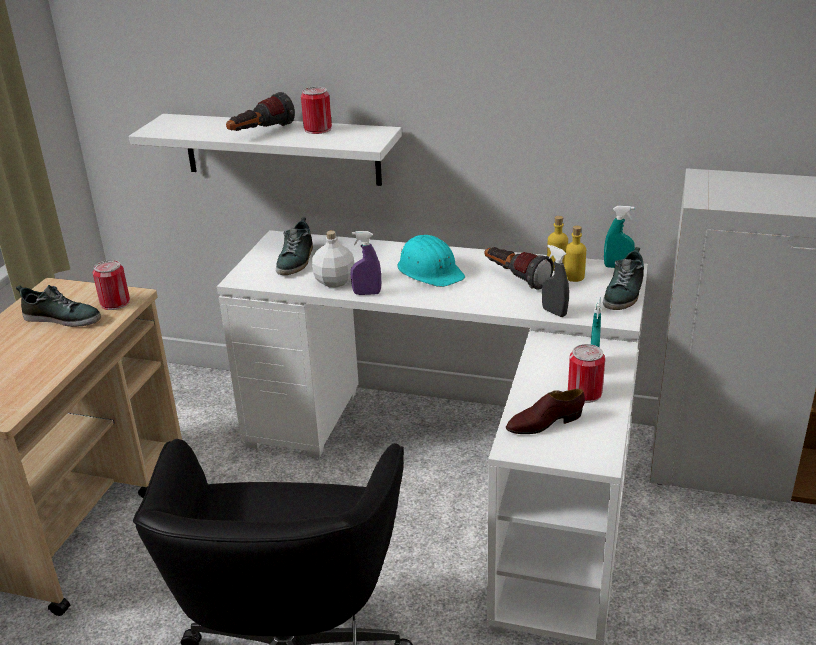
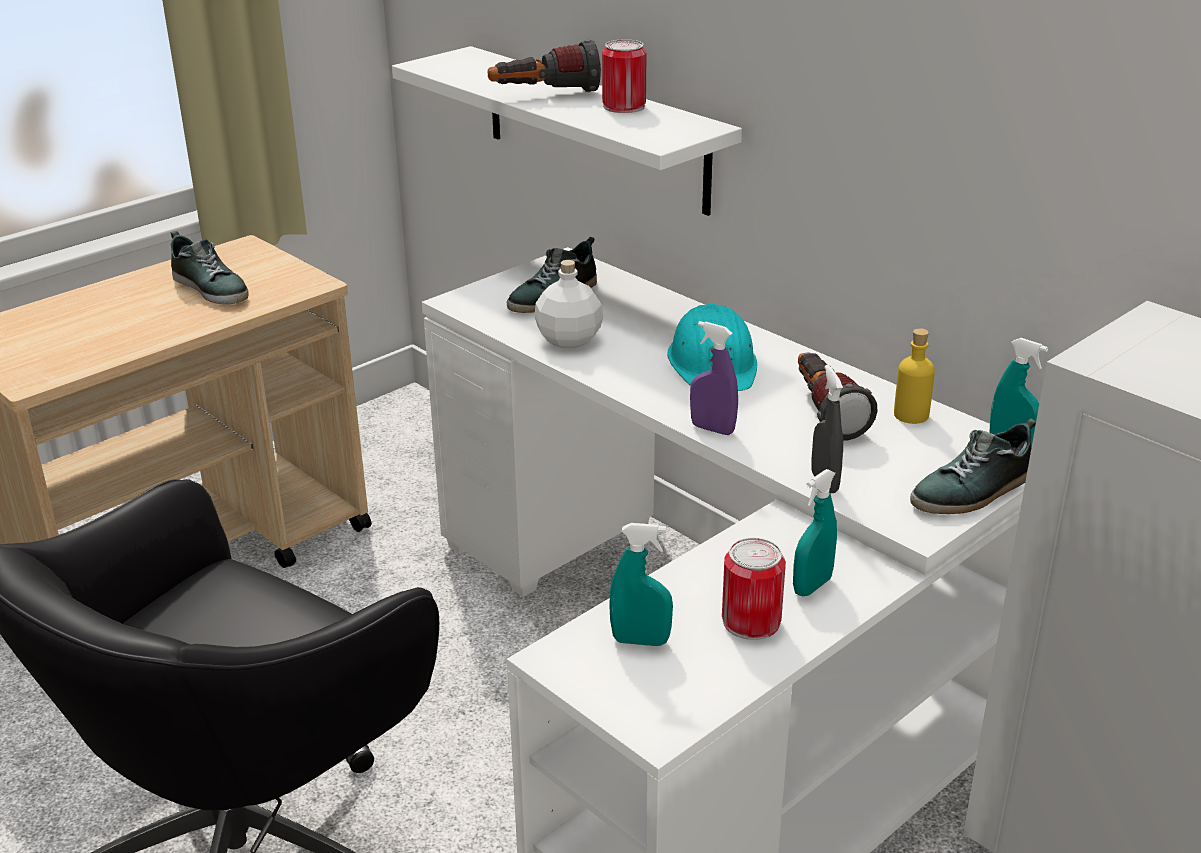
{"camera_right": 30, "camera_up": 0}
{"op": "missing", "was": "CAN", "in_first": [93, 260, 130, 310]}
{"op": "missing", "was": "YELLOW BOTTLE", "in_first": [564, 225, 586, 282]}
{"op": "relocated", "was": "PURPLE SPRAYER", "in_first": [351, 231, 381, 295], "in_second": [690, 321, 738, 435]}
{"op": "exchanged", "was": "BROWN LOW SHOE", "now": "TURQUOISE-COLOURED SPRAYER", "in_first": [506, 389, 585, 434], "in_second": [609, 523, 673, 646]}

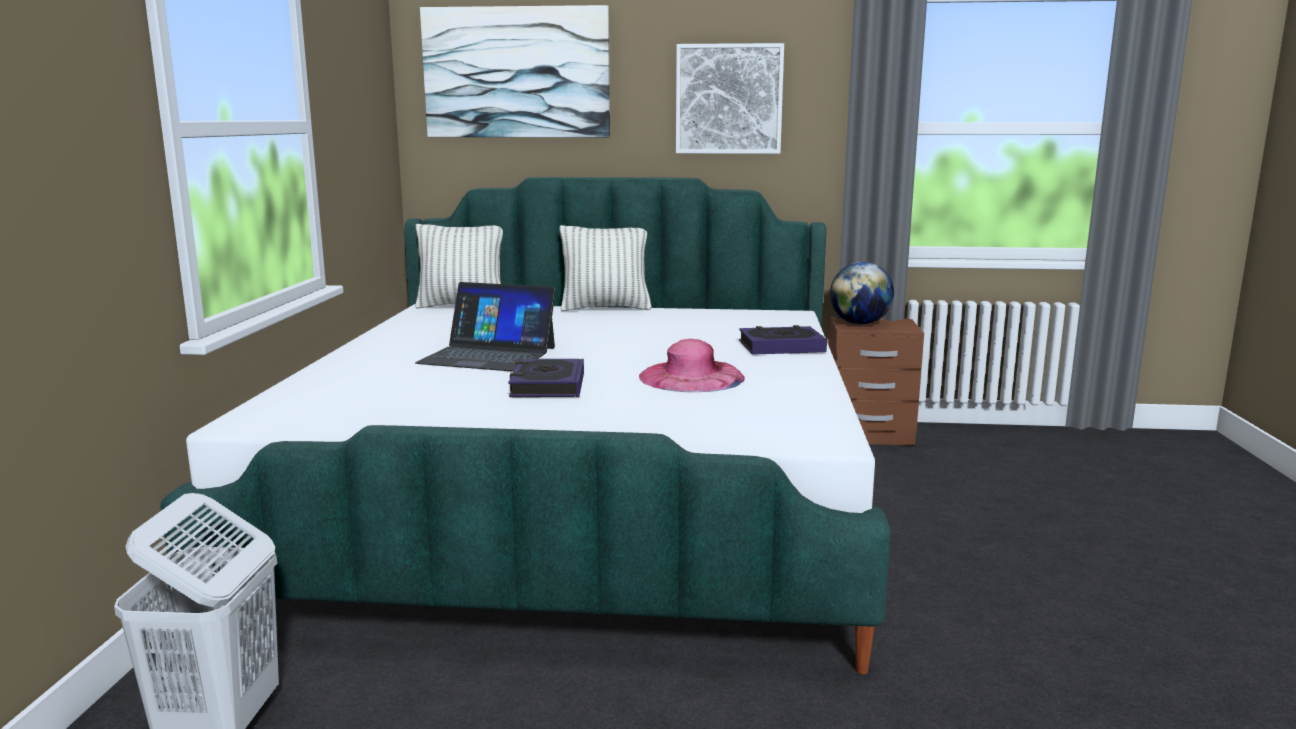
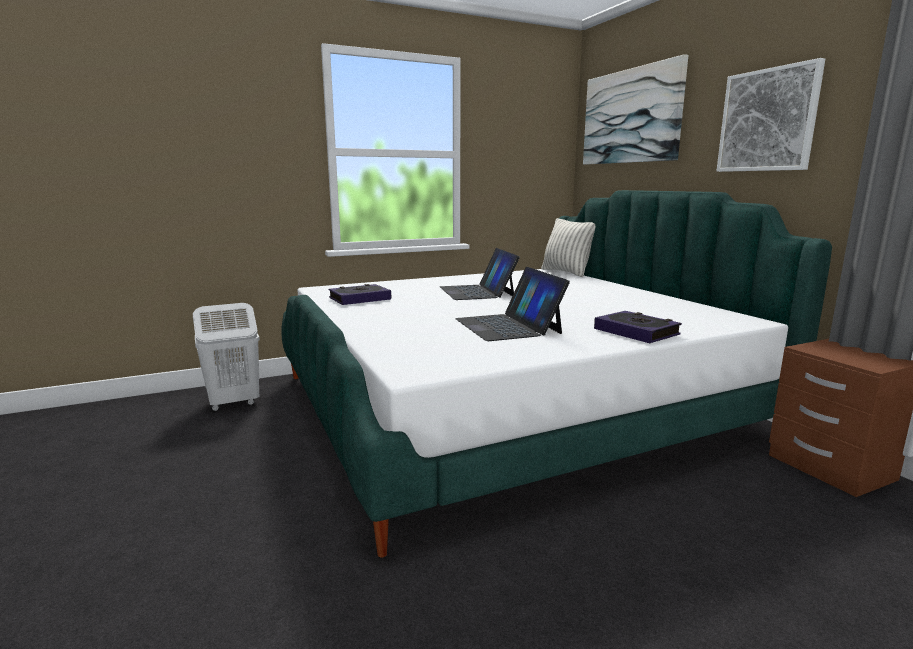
{"camera_right": 60, "camera_up": 0}
{"op": "missing", "was": "PILLOW", "in_first": [559, 225, 652, 311]}
{"op": "missing", "was": "DESK GLOBE", "in_first": [830, 262, 894, 325]}
{"op": "relocated", "was": "VOLUME", "in_first": [508, 359, 584, 397], "in_second": [329, 284, 391, 305]}
{"op": "exchanged", "was": "PINK CLOTHING HAT", "now": "LAPTOP", "in_first": [639, 339, 745, 392], "in_second": [455, 267, 570, 341]}

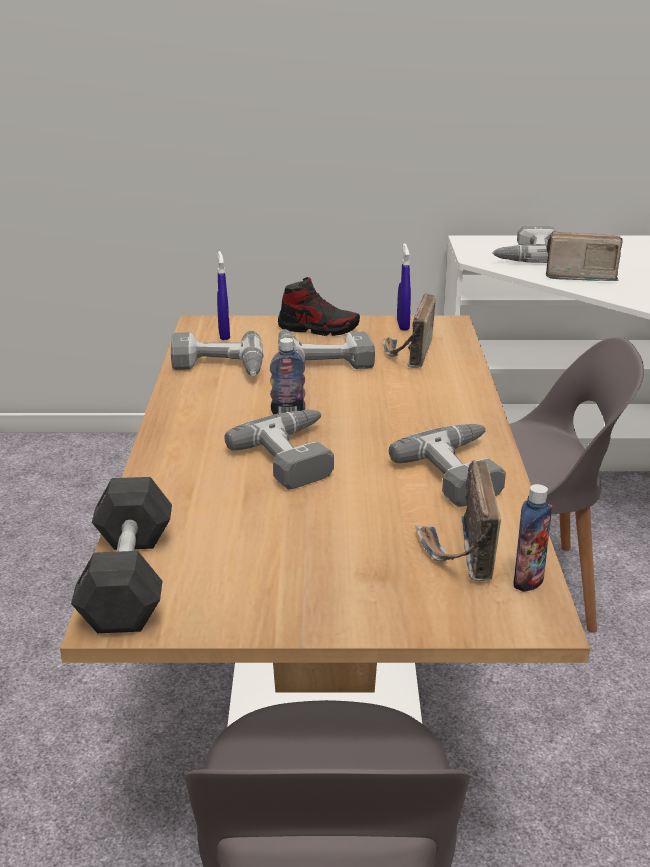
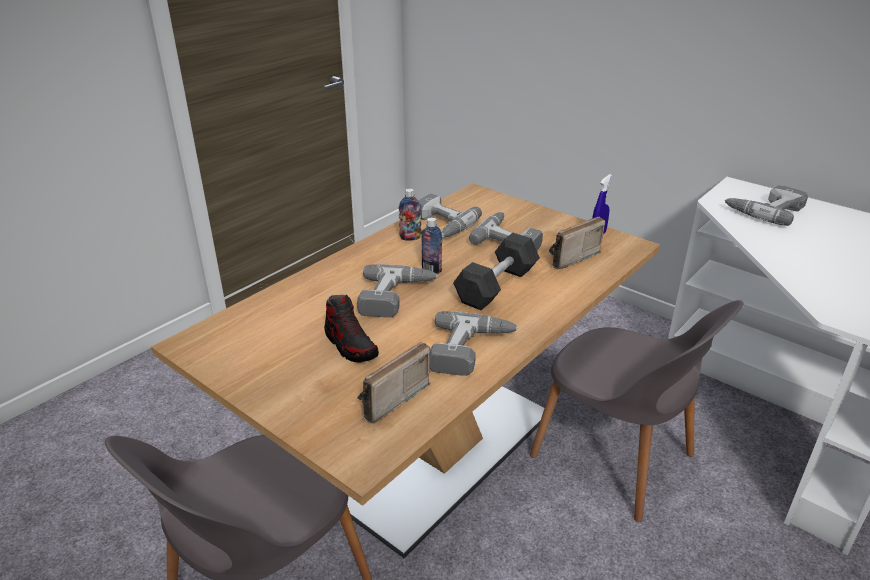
{"camera_right": 40, "camera_up": 5}
{"op": "missing", "was": "BLUE SPRAYER", "in_first": [217, 251, 230, 340]}
{"op": "missing", "was": "RADIO SET", "in_first": [546, 232, 623, 281]}
{"op": "relocated", "was": "GREY HAND WEIGHT", "in_first": [71, 477, 172, 633], "in_second": [453, 233, 540, 310]}
{"op": "relocated", "was": "LOW SHOE", "in_first": [278, 277, 360, 336], "in_second": [324, 295, 379, 363]}
{"op": "relocated", "was": "BOTTLE", "in_first": [513, 484, 553, 592], "in_second": [399, 188, 422, 241]}

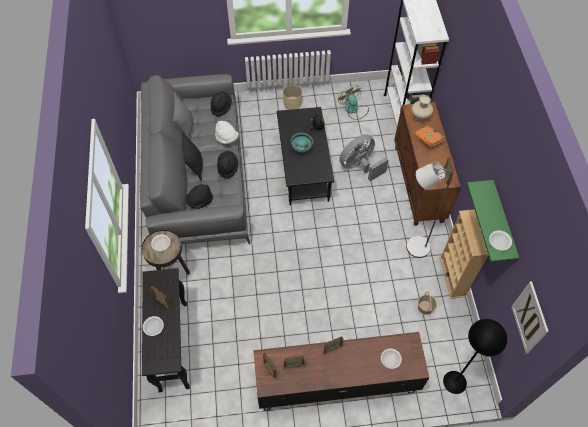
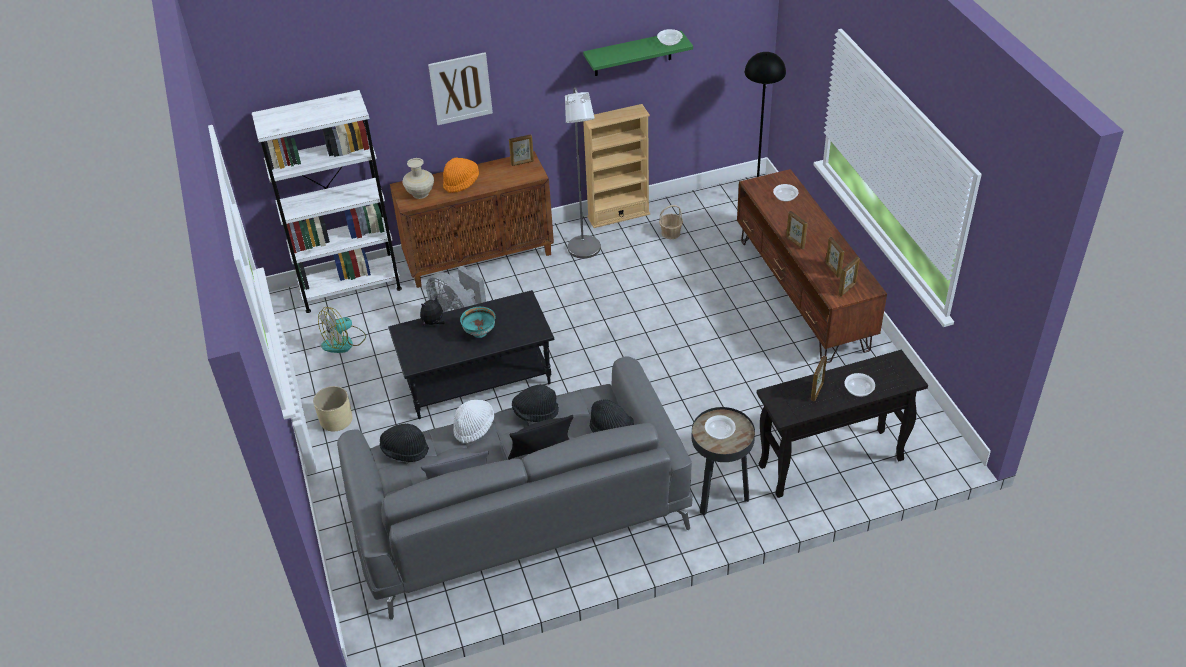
{"camera_right": -100, "camera_up": -15}
{"op": "relocated", "was": "PICTURE", "in_first": [511, 281, 549, 354], "in_second": [428, 52, 493, 125]}
{"op": "exchanged", "was": "ORANGEY VOLUME", "now": "ORANGEY CLOTHING HAT", "in_first": [413, 125, 445, 147], "in_second": [443, 158, 479, 193]}

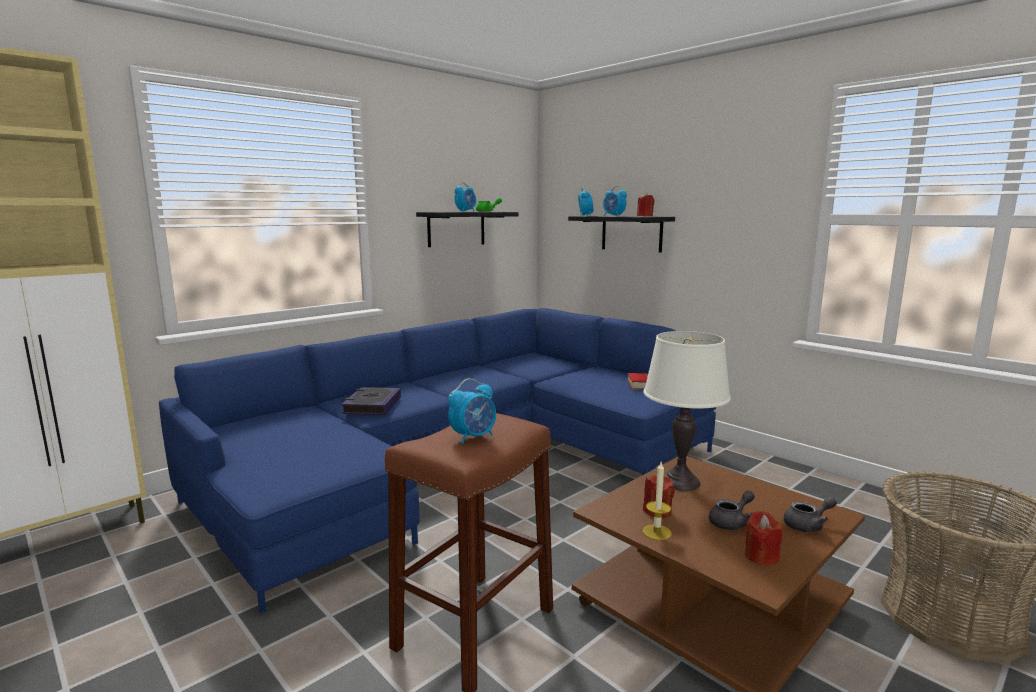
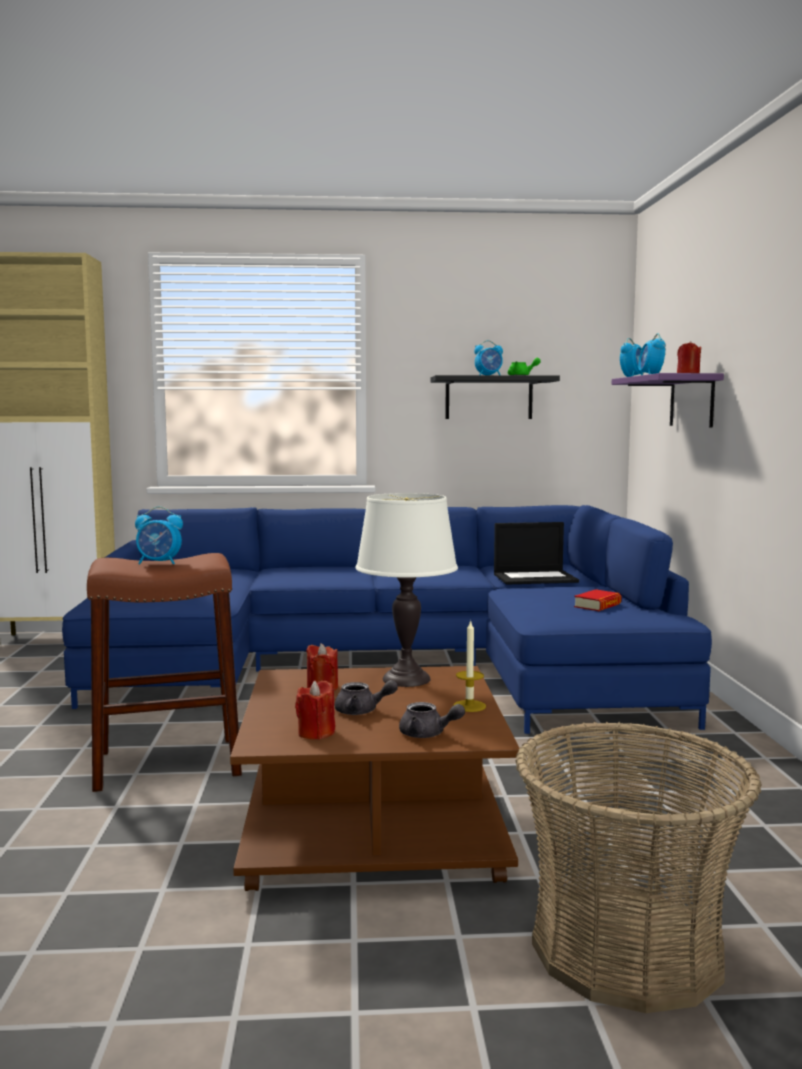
{"camera_right": 40, "camera_up": -5}
{"op": "missing", "was": "VOLUME", "in_first": [341, 387, 401, 415]}
{"op": "appeared", "now": "LAPTOP", "in_second": [494, 522, 579, 585]}
{"op": "relocated", "was": "CANDLE", "in_first": [643, 462, 672, 540], "in_second": [453, 619, 486, 712]}
{"op": "colour", "was": "BLACK SHELF", "now": "PURPLE SHELF", "in_first": [568, 216, 675, 253], "in_second": [612, 373, 724, 428]}

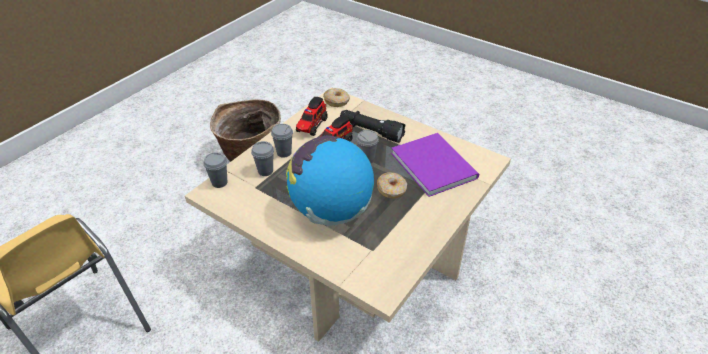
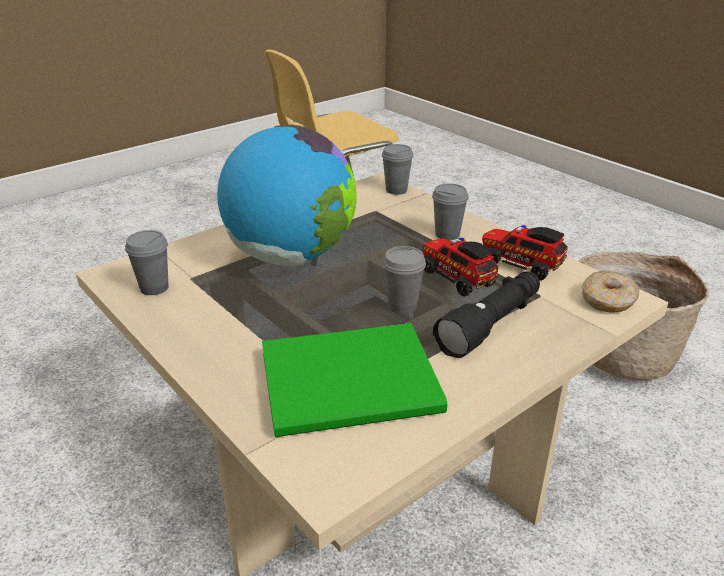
{"camera_right": 105, "camera_up": -10}
{"op": "missing", "was": "DONUT", "in_first": [377, 172, 407, 198]}
{"op": "relocated", "was": "GREY CUP", "in_first": [251, 141, 274, 176], "in_second": [125, 230, 169, 295]}
{"op": "colour", "was": "PURPLE VOLUME", "now": "GREEN-COLOURED VOLUME", "in_first": [391, 133, 479, 197], "in_second": [262, 323, 447, 437]}

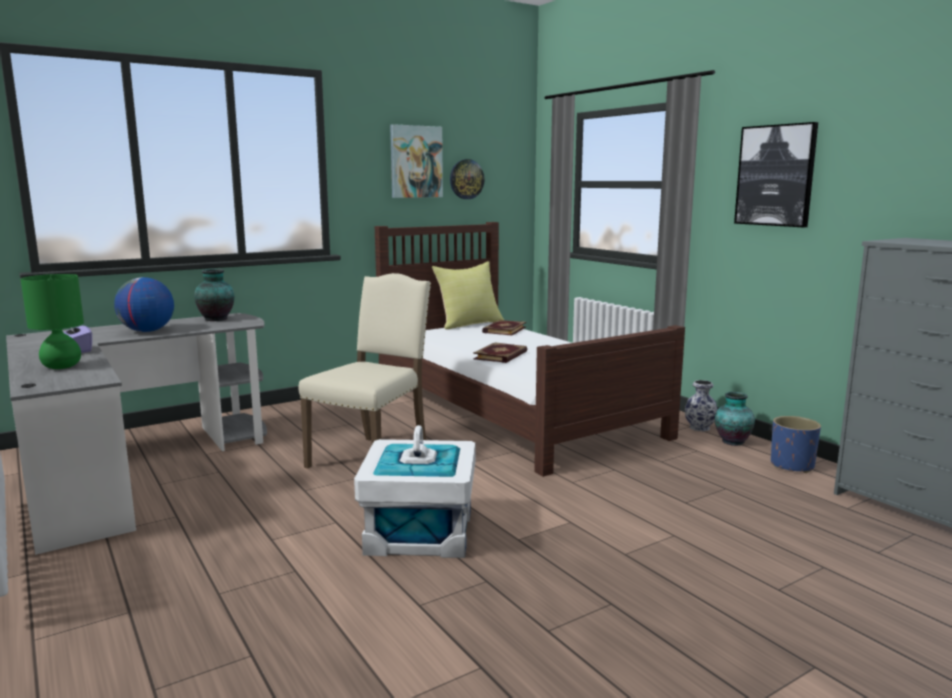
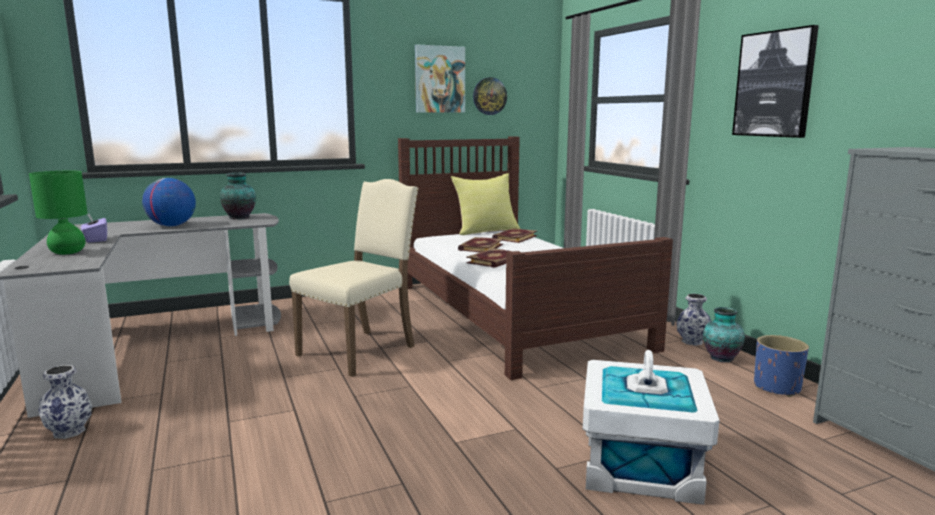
{"camera_right": 10, "camera_up": 0}
{"op": "appeared", "now": "FLOWER VASE", "in_second": [38, 365, 92, 439]}
{"op": "appeared", "now": "VOLUME", "in_second": [458, 237, 503, 252]}
{"op": "relocated", "was": "WHITE-COLOURED STORAGE BIN", "in_first": [354, 425, 475, 558], "in_second": [583, 350, 720, 505]}

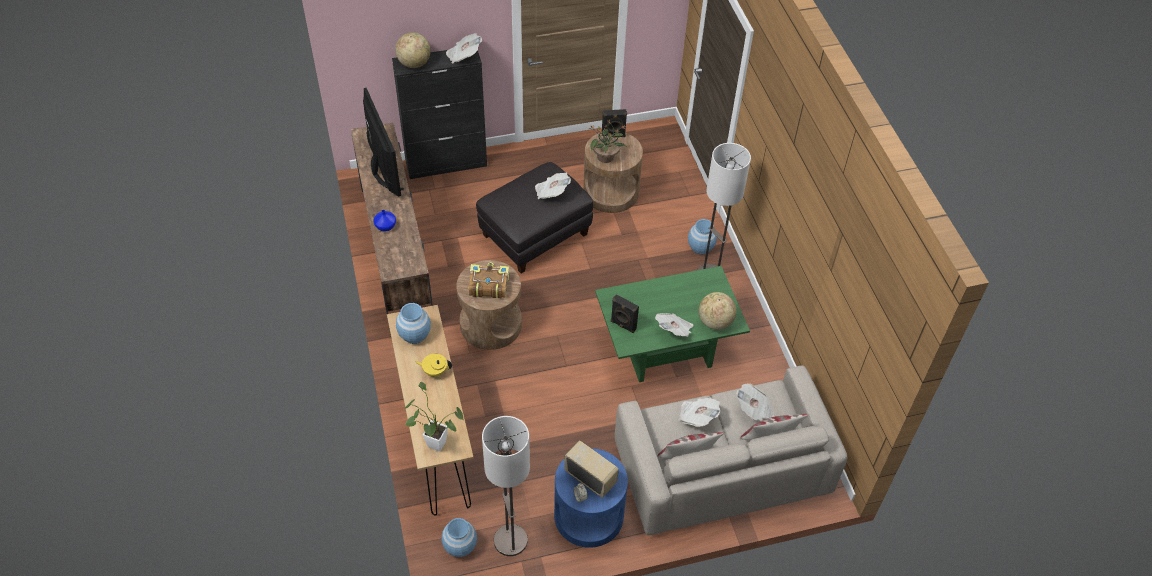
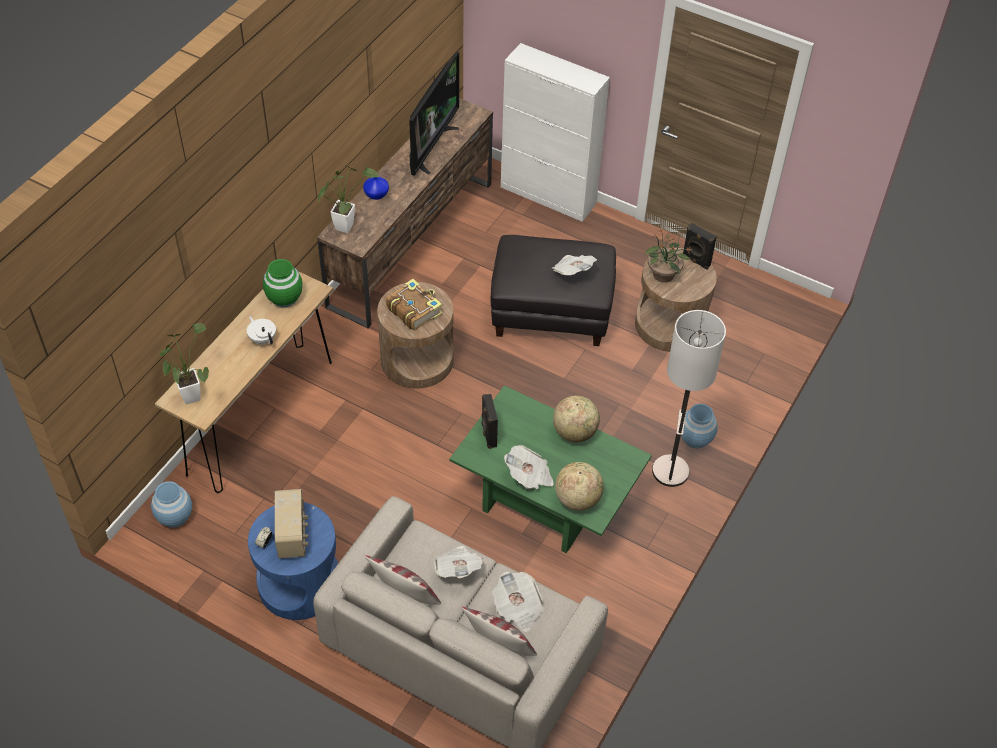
{"camera_right": 45, "camera_up": 0}
{"op": "missing", "was": "DAILY PAPER", "in_first": [446, 33, 482, 63]}
{"op": "missing", "was": "STANDARD LAMP", "in_first": [482, 416, 530, 556]}
{"op": "appeared", "now": "PLANT IN A POT", "in_second": [318, 165, 378, 233]}
{"op": "relocated", "was": "DESK GLOBE", "in_first": [395, 32, 431, 68], "in_second": [553, 395, 600, 442]}
{"op": "colour", "was": "BLACK CUPBOARD", "now": "WHITE-COLOURED CUPBOARD", "in_first": [392, 50, 487, 179], "in_second": [501, 43, 610, 222]}
{"op": "colour", "was": "BLUE FLOWER VASE", "now": "GREEN-COLOURED FLOWER VASE", "in_first": [396, 303, 431, 344], "in_second": [263, 259, 302, 307]}
{"op": "colour", "was": "YELLOW POT FOR TEA", "now": "WHITE-COLOURED POT FOR TEA", "in_first": [415, 354, 452, 377], "in_second": [247, 316, 276, 345]}

